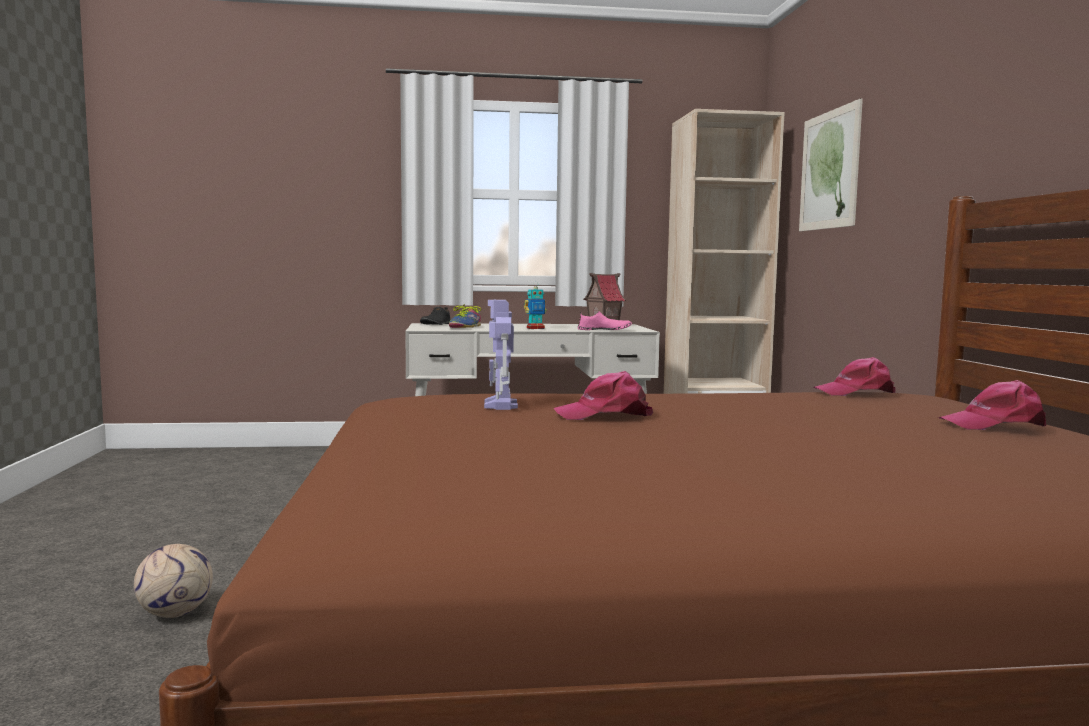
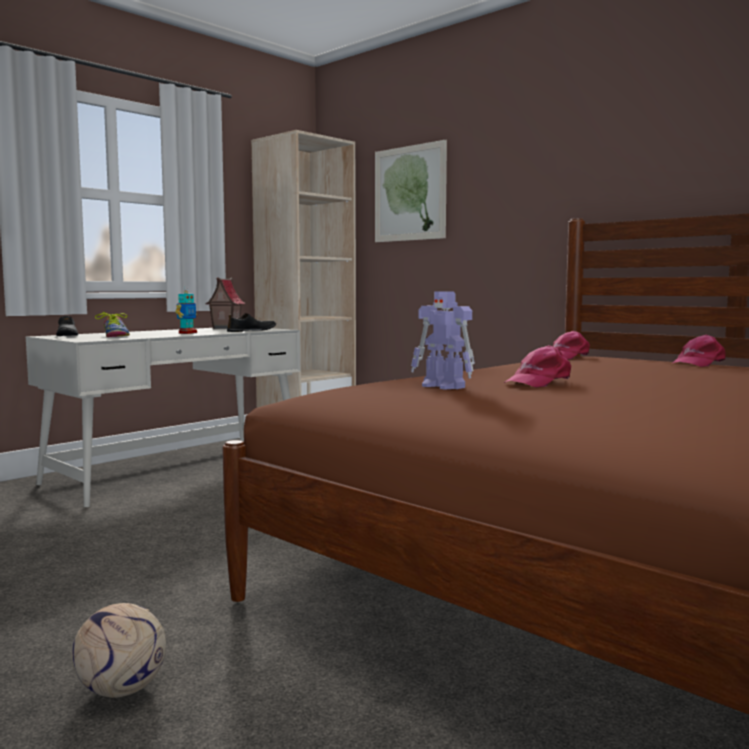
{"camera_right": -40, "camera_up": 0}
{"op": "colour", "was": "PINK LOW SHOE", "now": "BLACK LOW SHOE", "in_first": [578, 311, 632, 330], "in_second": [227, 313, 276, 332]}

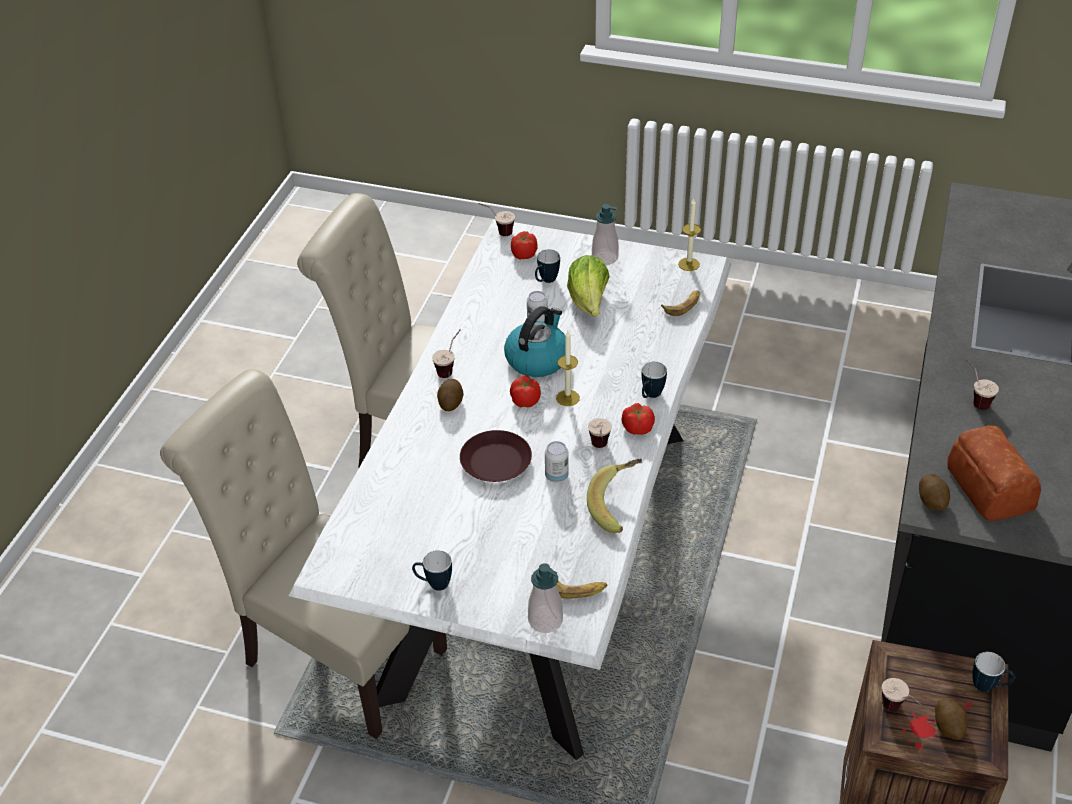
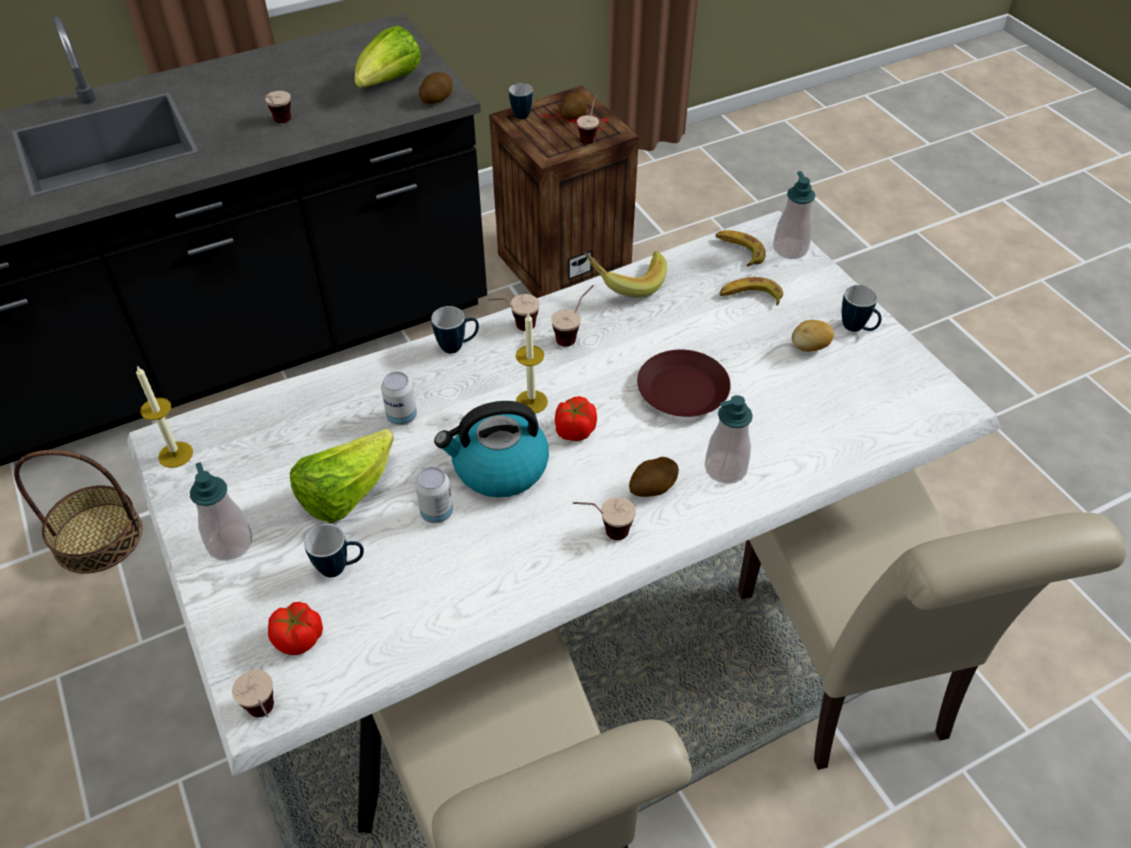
{"camera_right": -135, "camera_up": 5}
{"op": "appeared", "now": "BASKET", "in_second": [14, 450, 142, 574]}
{"op": "appeared", "now": "SOAP BOTTLE", "in_second": [705, 395, 753, 484]}
{"op": "appeared", "now": "WHOLE POTATO", "in_second": [792, 320, 834, 352]}
{"op": "relocated", "was": "CAN", "in_first": [545, 441, 568, 483], "in_second": [381, 372, 417, 426]}
{"op": "relocated", "was": "WHOLE BANANA", "in_first": [661, 291, 700, 316], "in_second": [719, 277, 783, 305]}
{"op": "exchanged", "was": "TOMATO", "now": "CUP", "in_first": [622, 403, 655, 435], "in_second": [487, 294, 540, 331]}
{"op": "exchanged", "was": "BREAD", "now": "HEAD OF LETTUCE", "in_first": [947, 426, 1041, 521], "in_second": [354, 26, 421, 87]}

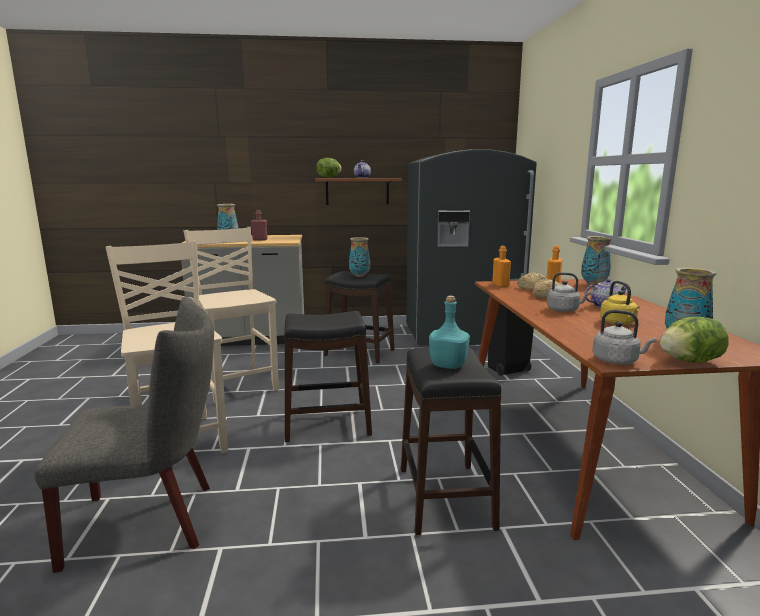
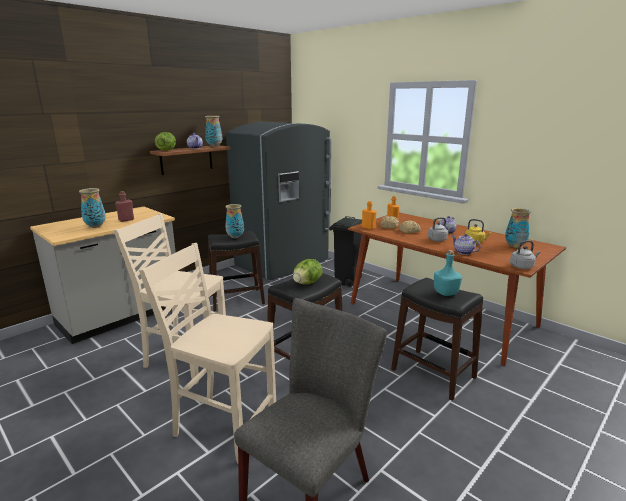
{"camera_right": -40, "camera_up": 5}
{"op": "appeared", "now": "POT FOR TEA", "in_second": [451, 234, 481, 255]}
{"op": "relocated", "was": "FLOWER VASE", "in_first": [581, 236, 612, 286], "in_second": [205, 116, 222, 147]}
{"op": "relocated", "was": "HEAD OF LETTUCE", "in_first": [660, 316, 729, 363], "in_second": [293, 259, 323, 285]}

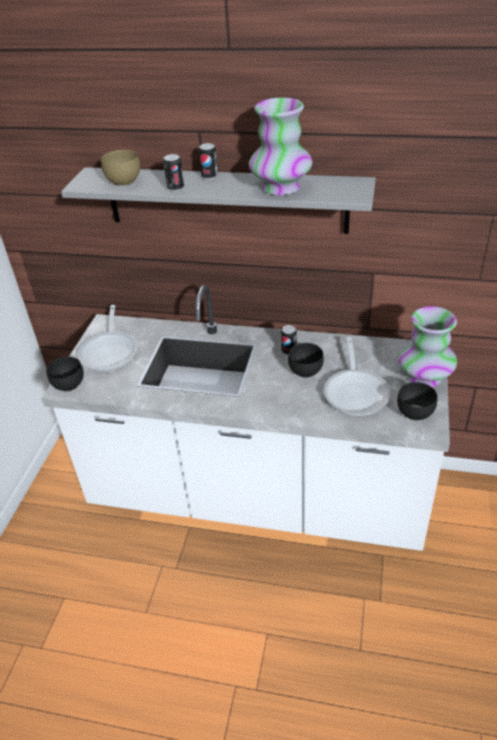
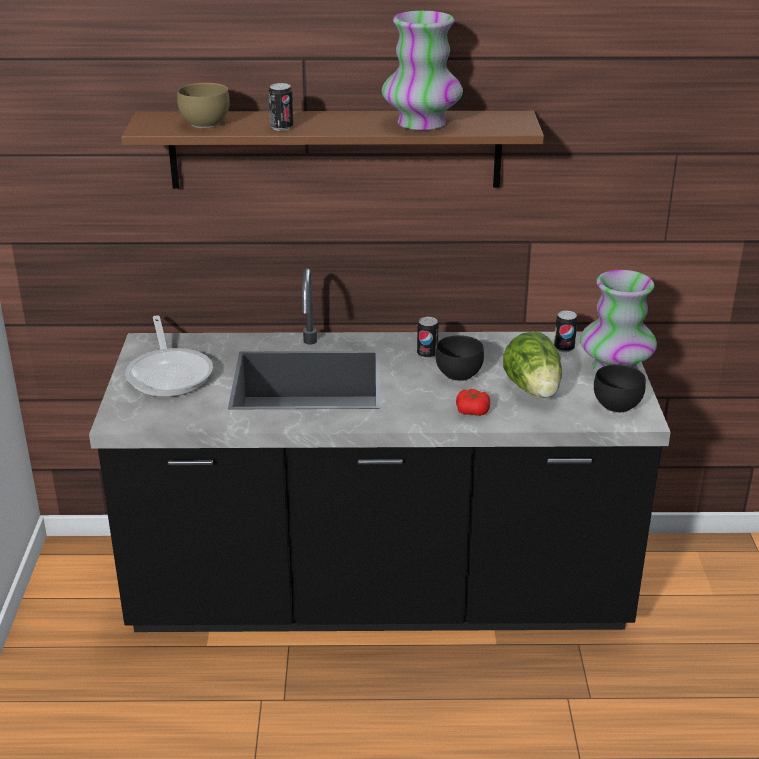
{"camera_right": -15, "camera_up": -10}
{"op": "missing", "was": "BLACK BOWL", "in_first": [46, 357, 84, 392]}
{"op": "appeared", "now": "TOMATO", "in_second": [456, 389, 490, 416]}
{"op": "relocated", "was": "CAN", "in_first": [199, 143, 218, 180], "in_second": [554, 311, 578, 352]}
{"op": "exchanged", "was": "PAN", "now": "HEAD OF LETTUCE", "in_first": [324, 337, 391, 416], "in_second": [503, 331, 562, 398]}
{"op": "colour", "was": "WHITE-COLOURED COUNTER", "now": "BLACK COUNTER", "in_first": [41, 285, 450, 551], "in_second": [89, 268, 671, 632]}
{"op": "colour", "was": "GREY SHELF", "now": "BROWN SHELF", "in_first": [61, 167, 376, 234], "in_second": [121, 111, 544, 189]}

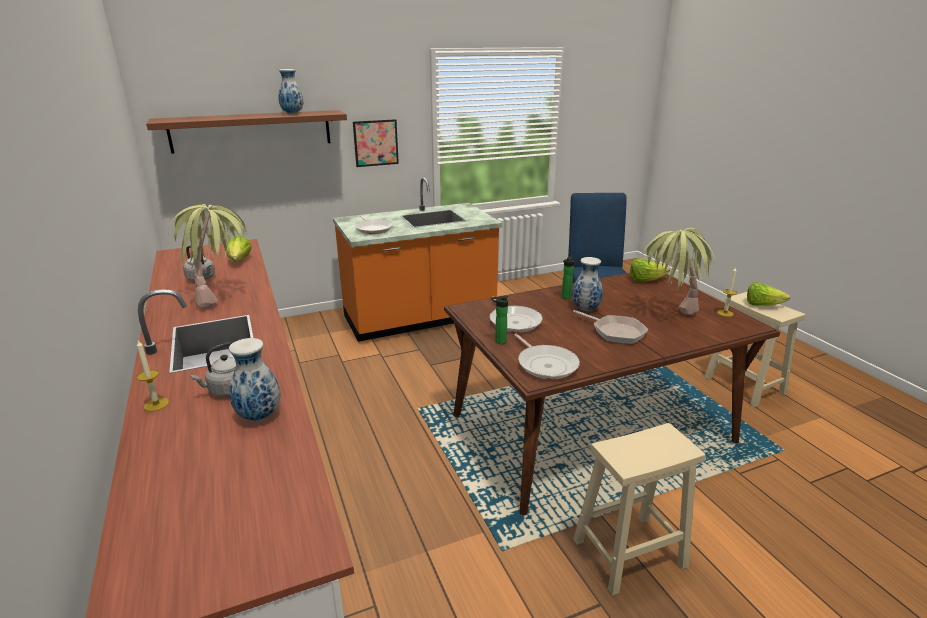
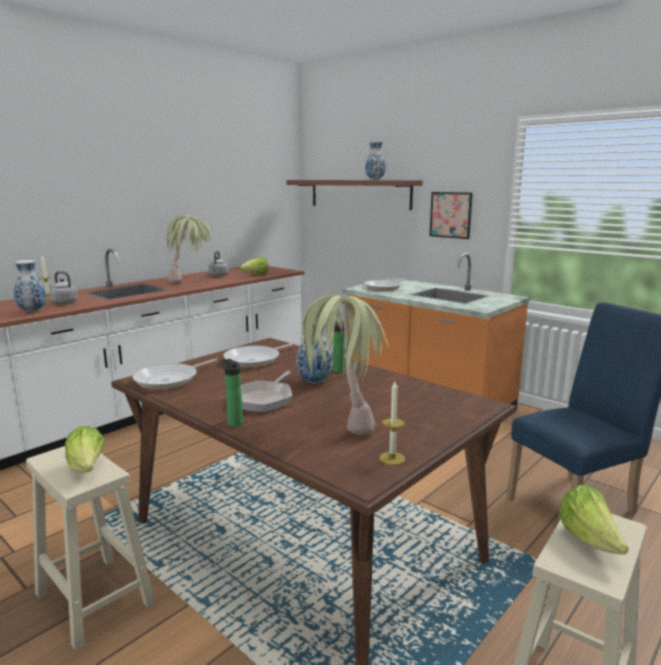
{"camera_right": 65, "camera_up": -10}
{"op": "relocated", "was": "BOTTLE", "in_first": [491, 295, 508, 344], "in_second": [222, 359, 243, 427]}
{"op": "relocated", "was": "HEAD OF LETTUCE", "in_first": [630, 258, 670, 282], "in_second": [65, 426, 105, 473]}

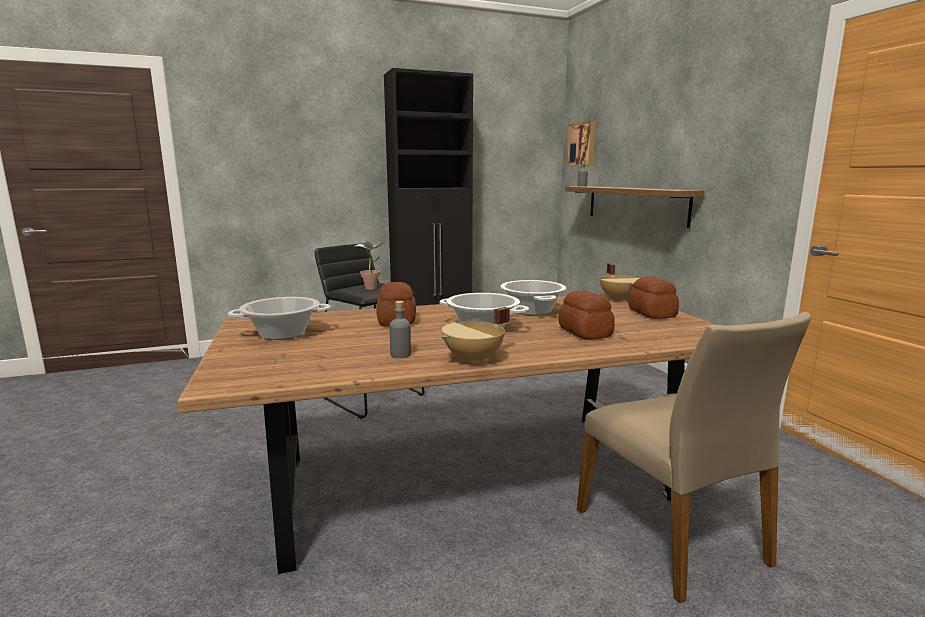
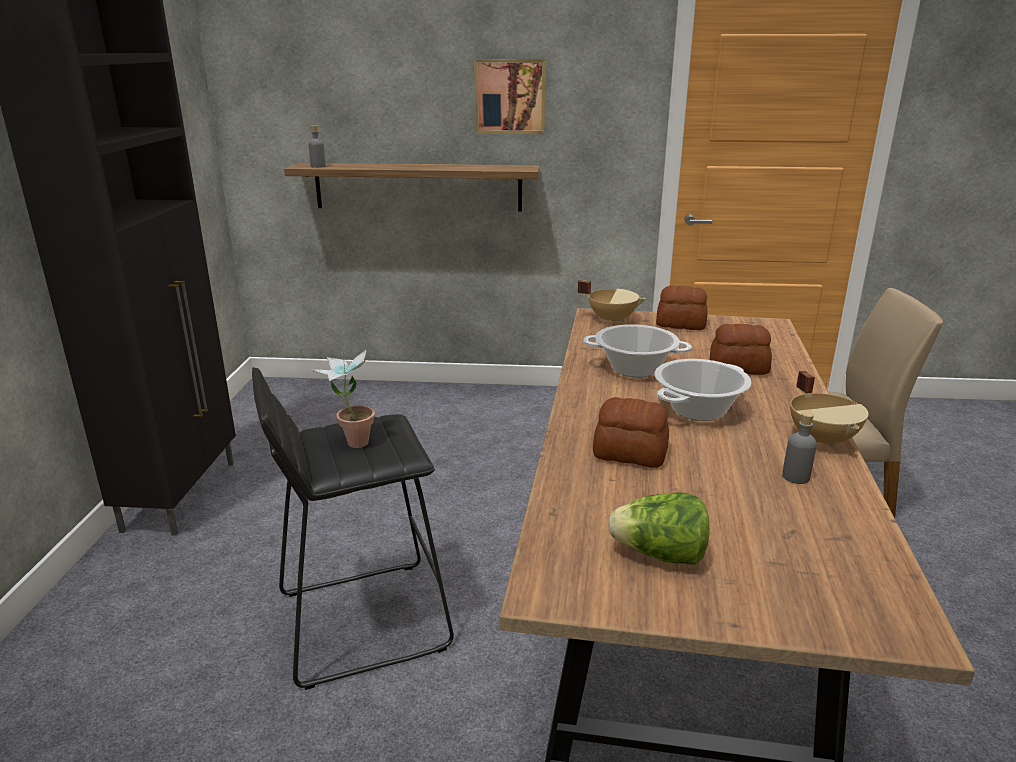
{"camera_right": -65, "camera_up": 10}
{"op": "relocated", "was": "PICTURE", "in_first": [566, 121, 596, 167], "in_second": [474, 59, 546, 134]}
{"op": "exchanged", "was": "COOKING POT", "now": "HEAD OF LETTUCE", "in_first": [228, 297, 331, 340], "in_second": [608, 492, 709, 565]}

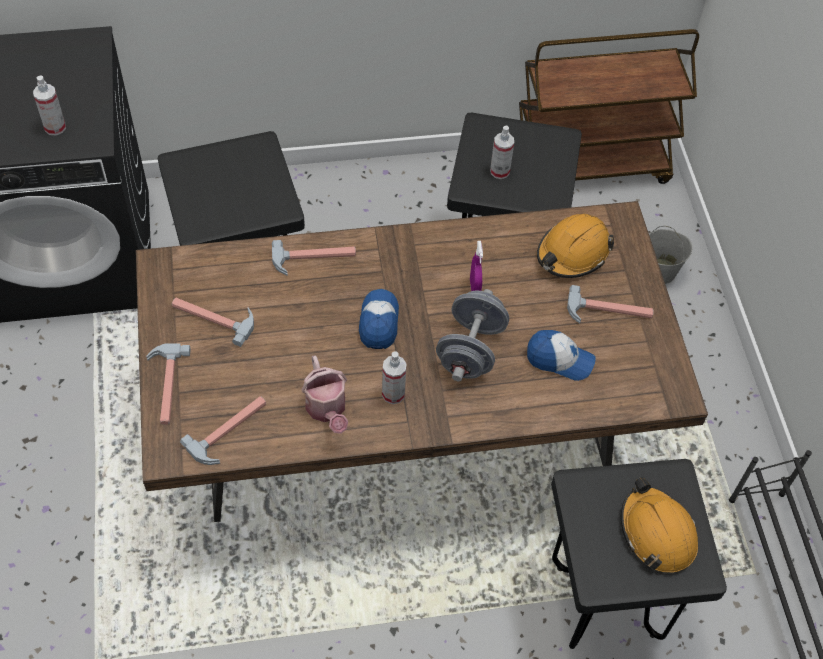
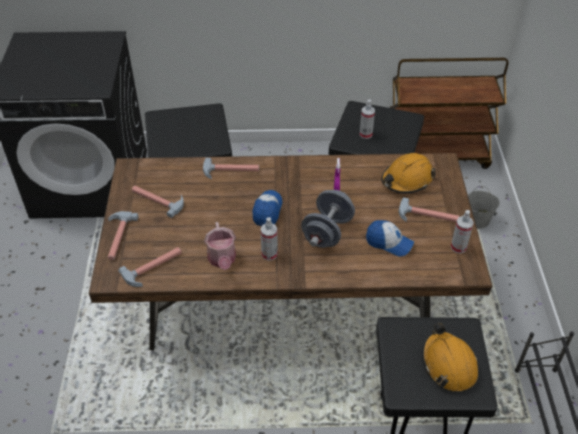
{"camera_right": 10, "camera_up": -10}
{"op": "relocated", "was": "SPRAYER", "in_first": [33, 75, 66, 135], "in_second": [451, 210, 474, 253]}

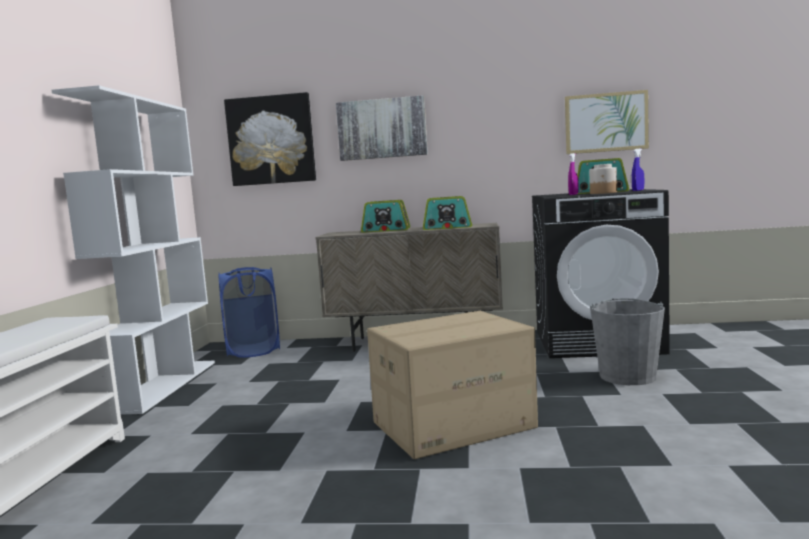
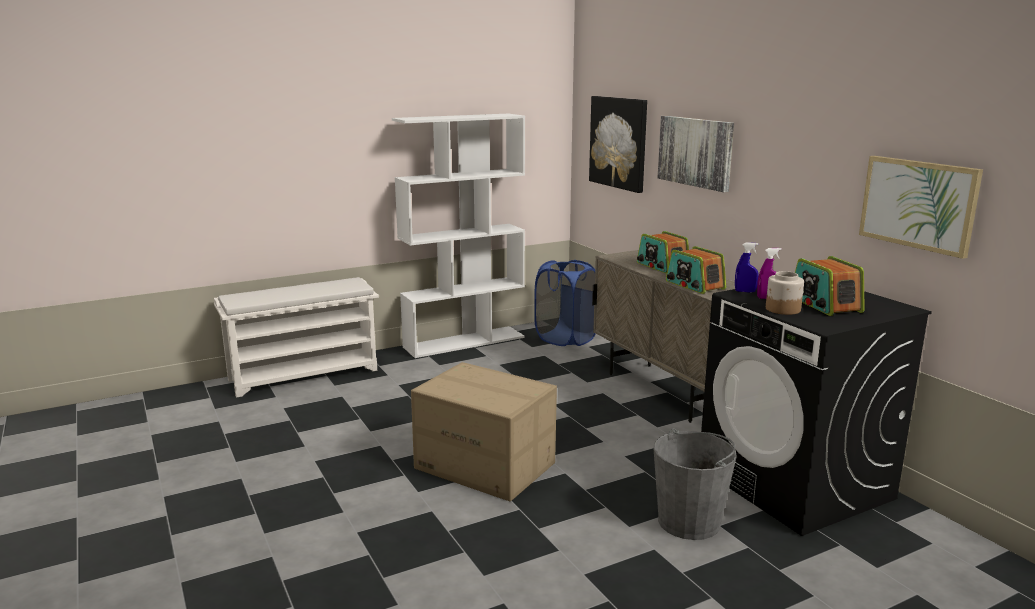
{"camera_right": 55, "camera_up": 10}
{"op": "relocated", "was": "BLUE SPRAYER", "in_first": [632, 148, 644, 191], "in_second": [735, 242, 759, 293]}

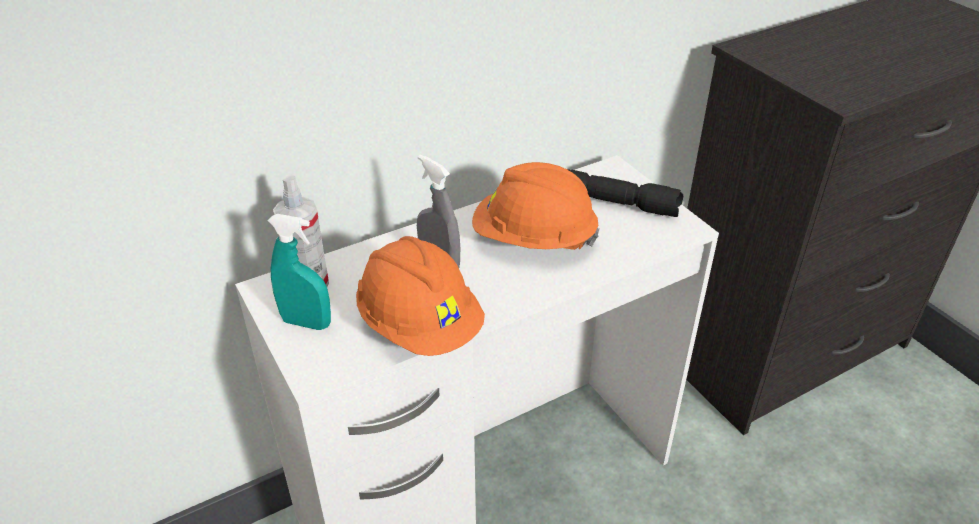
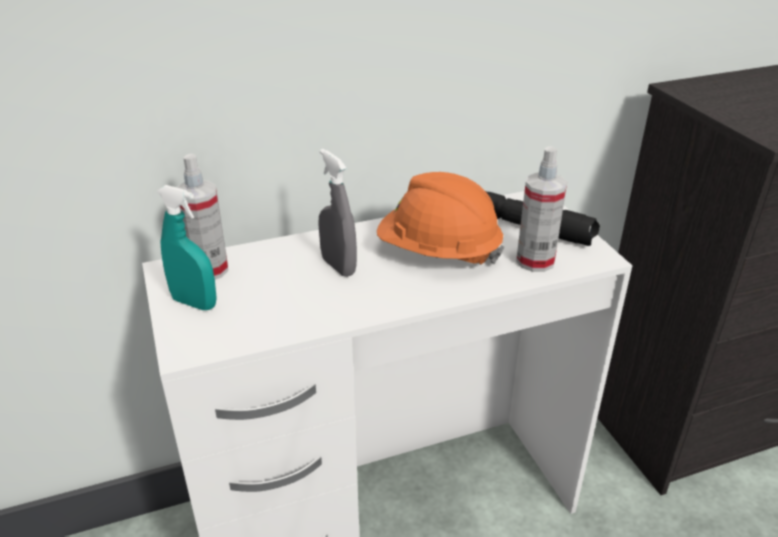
{"camera_right": 10, "camera_up": -5}
{"op": "missing", "was": "ORANGEY WORK HELMET", "in_first": [356, 236, 485, 356]}
{"op": "appeared", "now": "SPRAYER", "in_second": [516, 146, 567, 272]}

